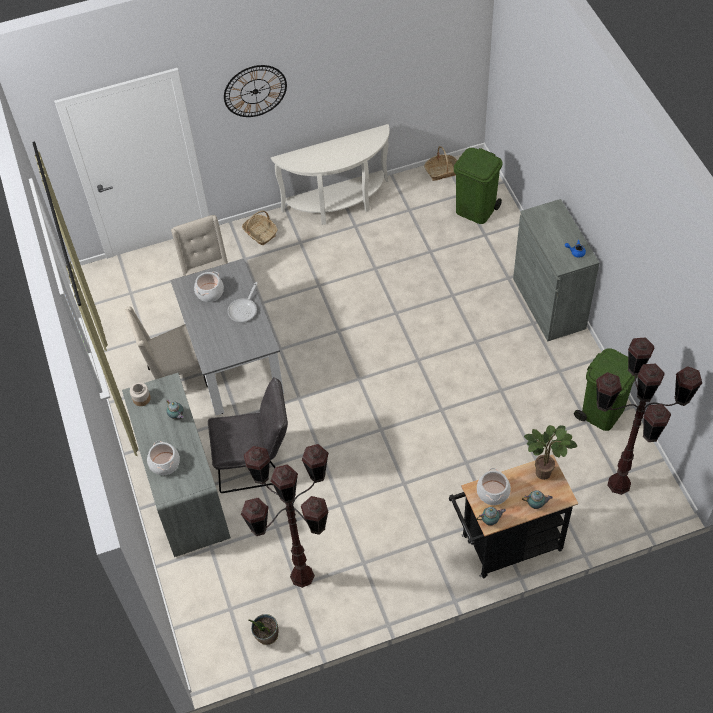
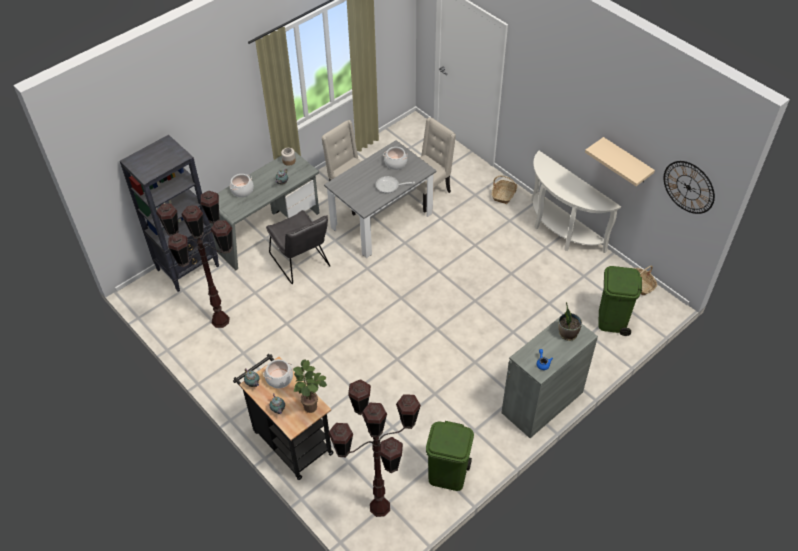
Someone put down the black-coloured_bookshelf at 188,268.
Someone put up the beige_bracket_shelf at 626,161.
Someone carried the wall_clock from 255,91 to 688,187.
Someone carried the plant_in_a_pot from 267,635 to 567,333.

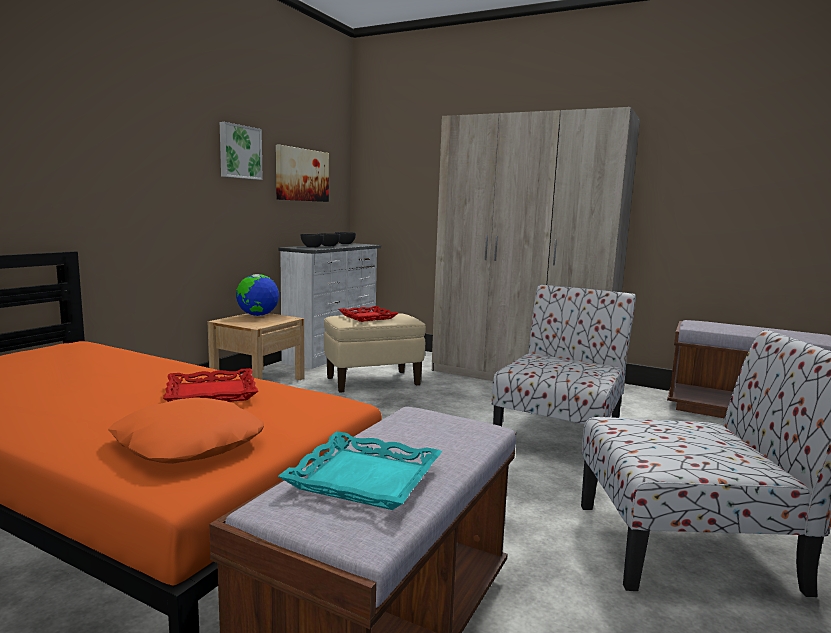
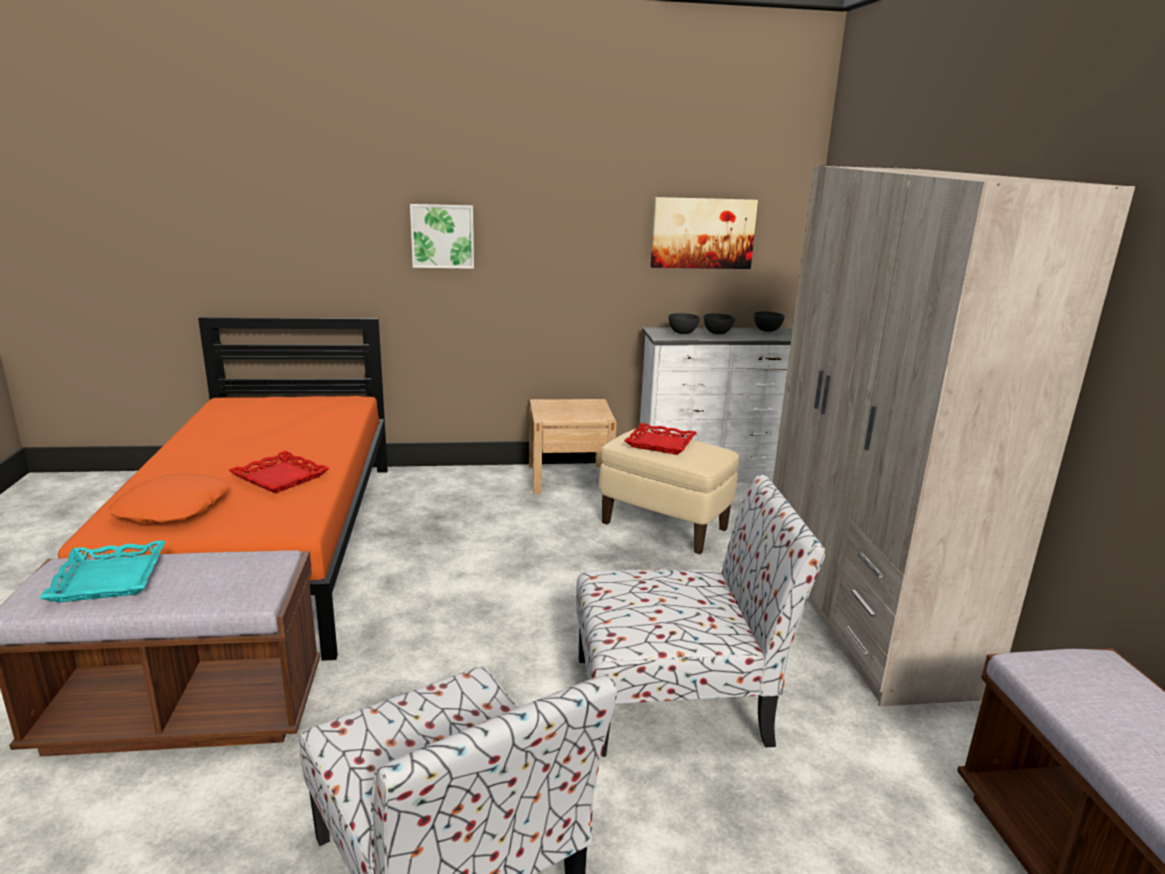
Someone took away the globe at 257,315.
Someone carried the picture from 239,152 to 442,236.

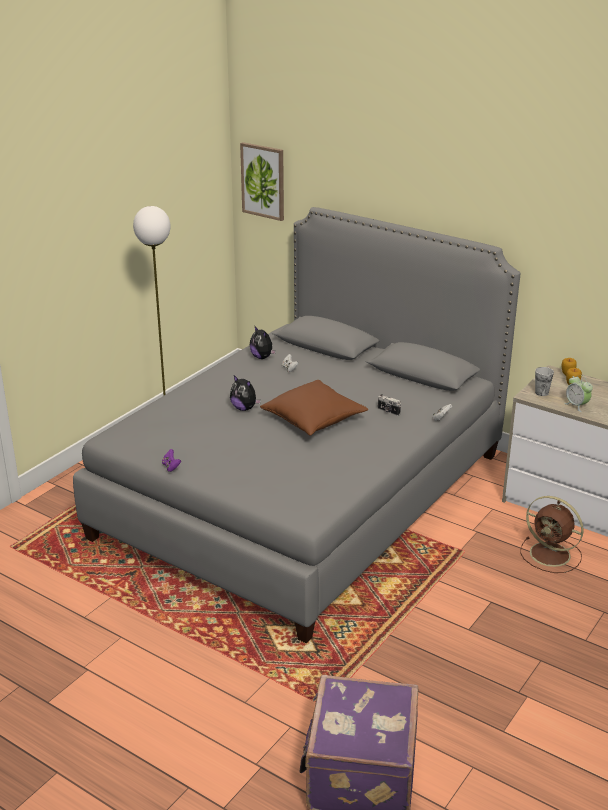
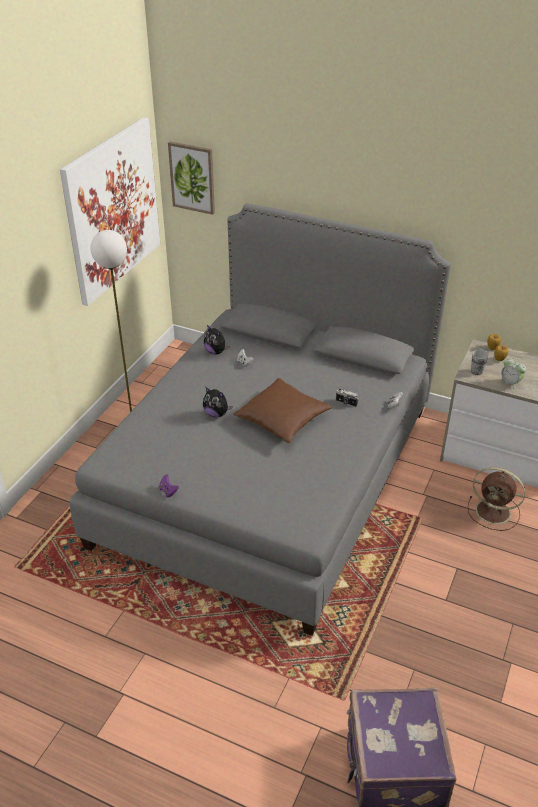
Someone put up the picture at 112,210.

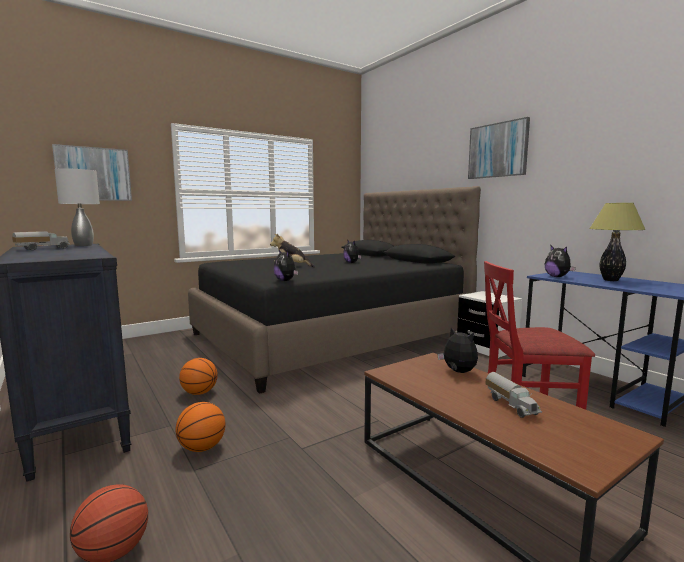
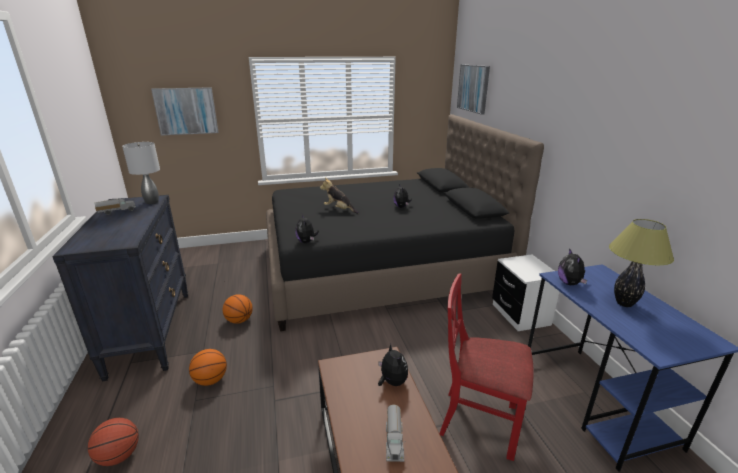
Someone carried the picture from 498,150 to 473,88.

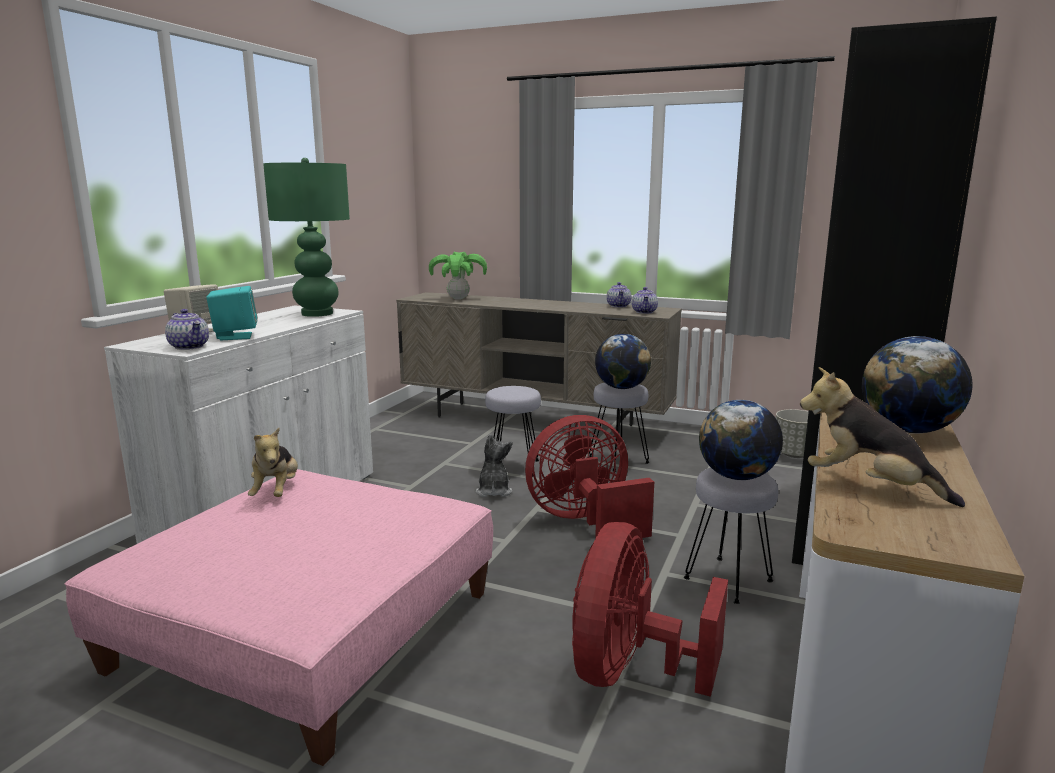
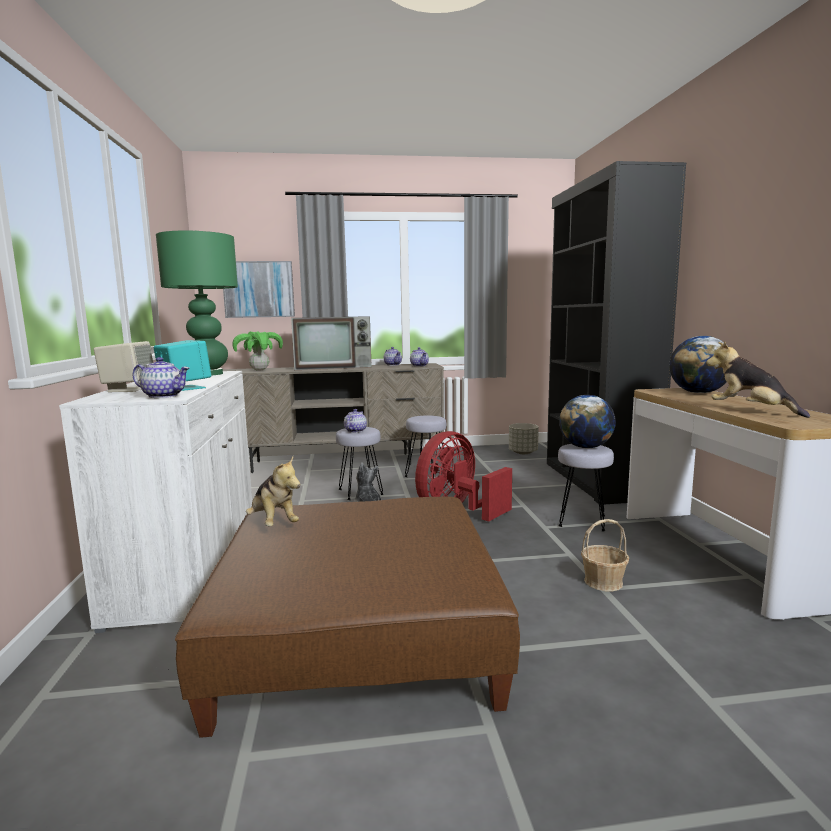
Someone took away the globe at 621,388.
Someone put up the picture at 258,289.
Someone put down the TV_set at 334,367.
Someone put down the tea_pot at 355,431.
Someone swapped the red-coloured_fan at 630,672 for the basket at 603,582.
Someone repainted the pinkish_footrest at 307,630, which became the brownish_footrest at 357,633.
Someone rotated the soft_toy at 869,487 by 45 degrees clockwise.

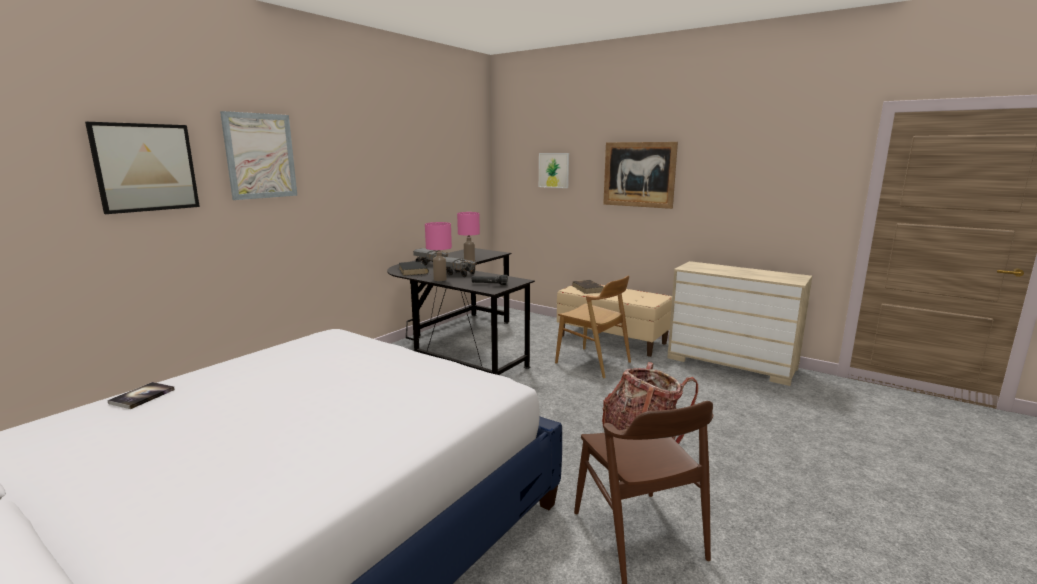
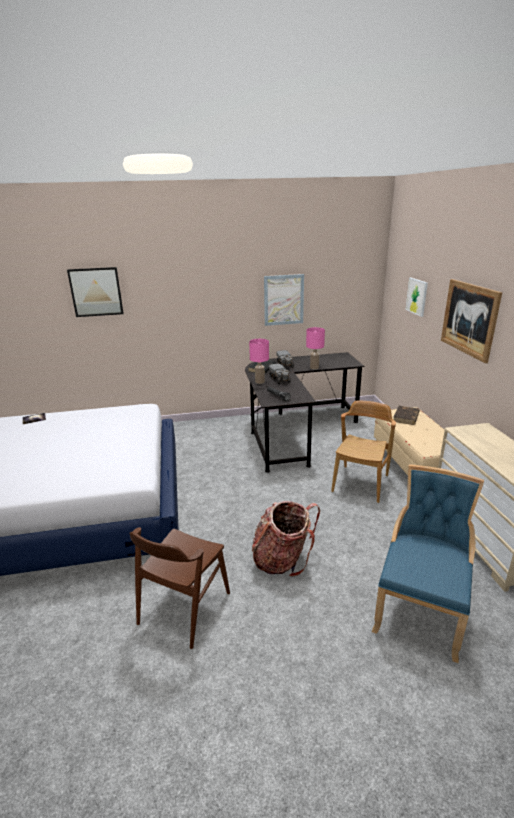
Someone put down the bluish_plain_chair at 420,610.
Someone carried the picture from 260,156 to 283,300.
Someone rotated the brownish_plain_chair at 593,362 by 150 degrees counterclockwise.

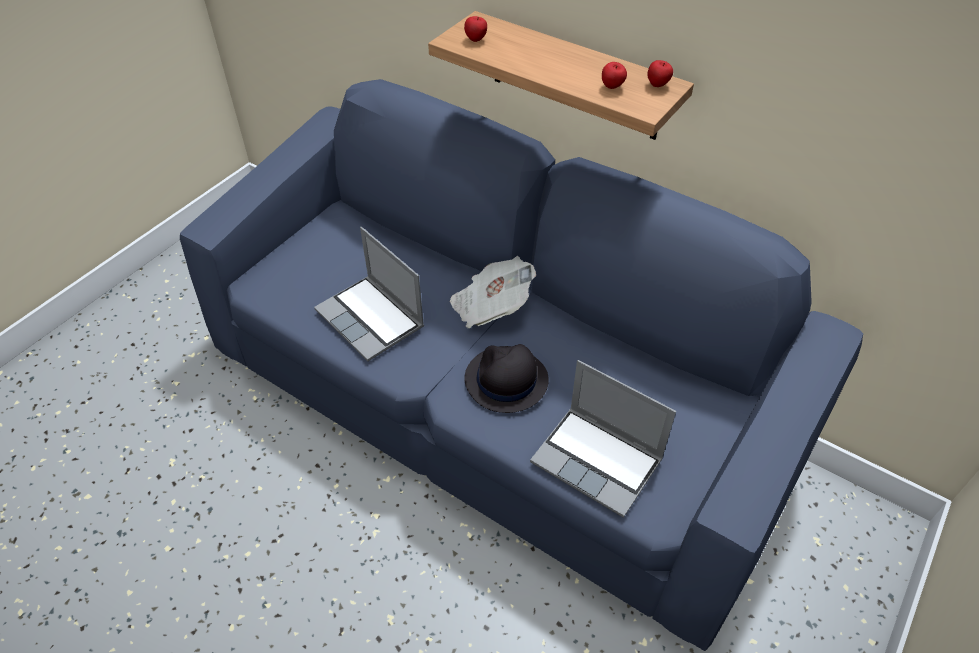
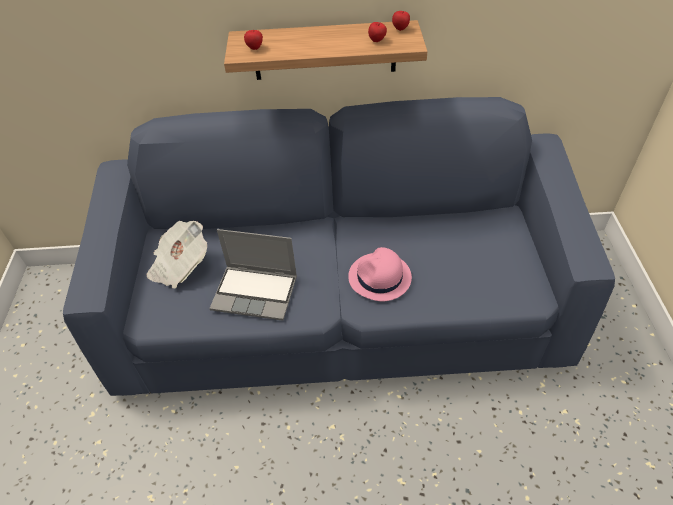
Someone took away the portable_computer at 598,461.
Someone carried the newspaper from 491,306 to 180,266.
Someone repainted the black-coloured_clothing_hat at 505,380, which became the pinkish_clothing_hat at 379,278.

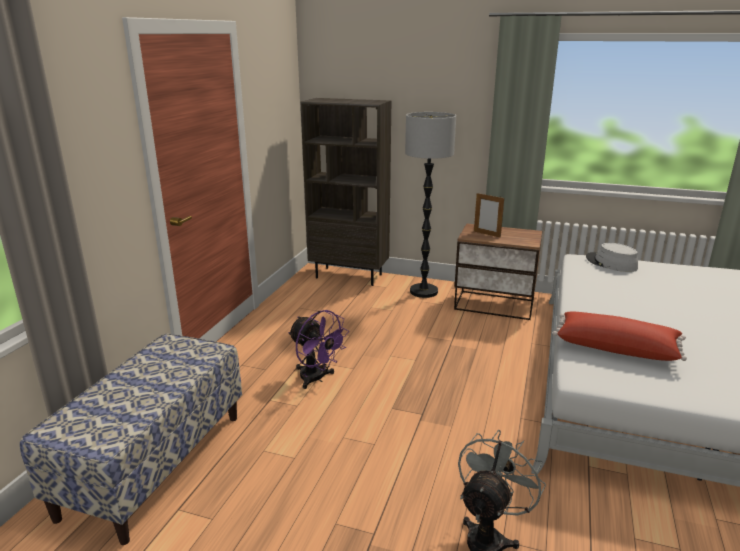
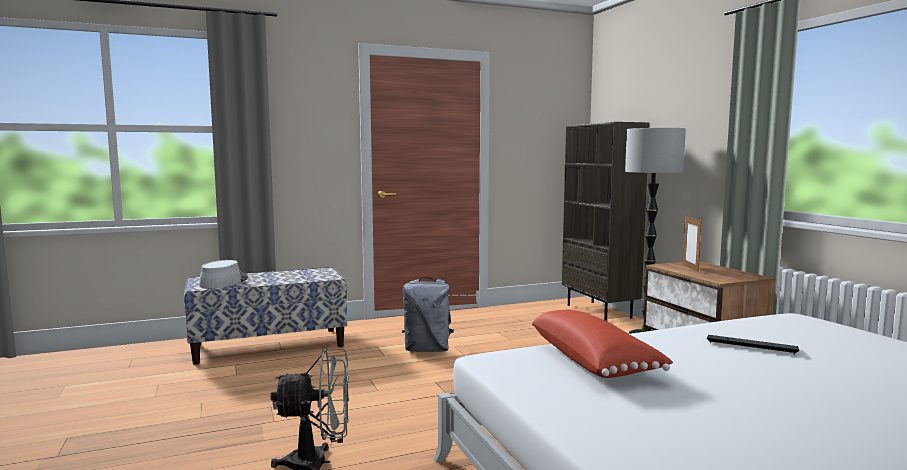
Someone put down the PC_keyboard at 751,345.
Someone carried the grey_clothing_hat from 611,263 to 223,282.
Someone swapped the purple-coloured_fan at 316,379 for the grey_backpack at 427,349.

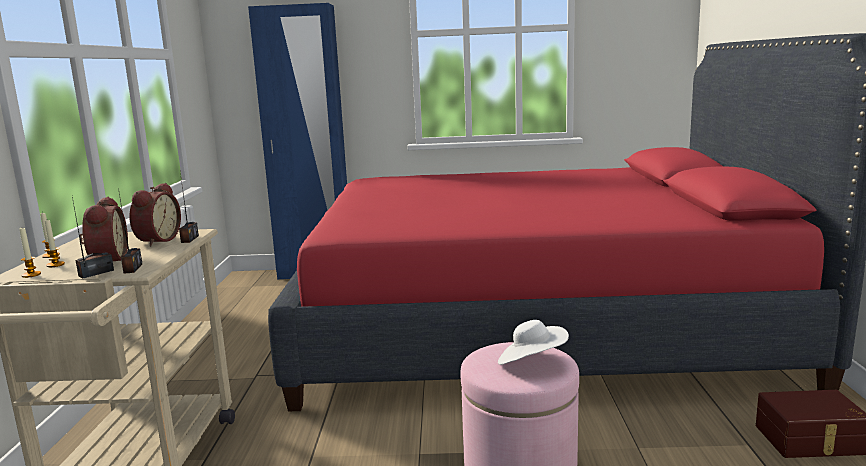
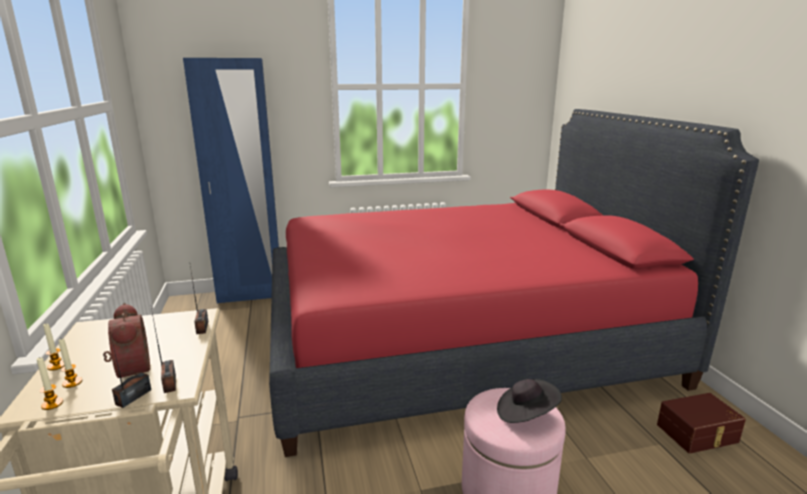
Someone took away the bedside_clock at 156,240.
Someone repainted the white_clothing_hat at 531,362, which became the black-coloured_clothing_hat at 525,414.

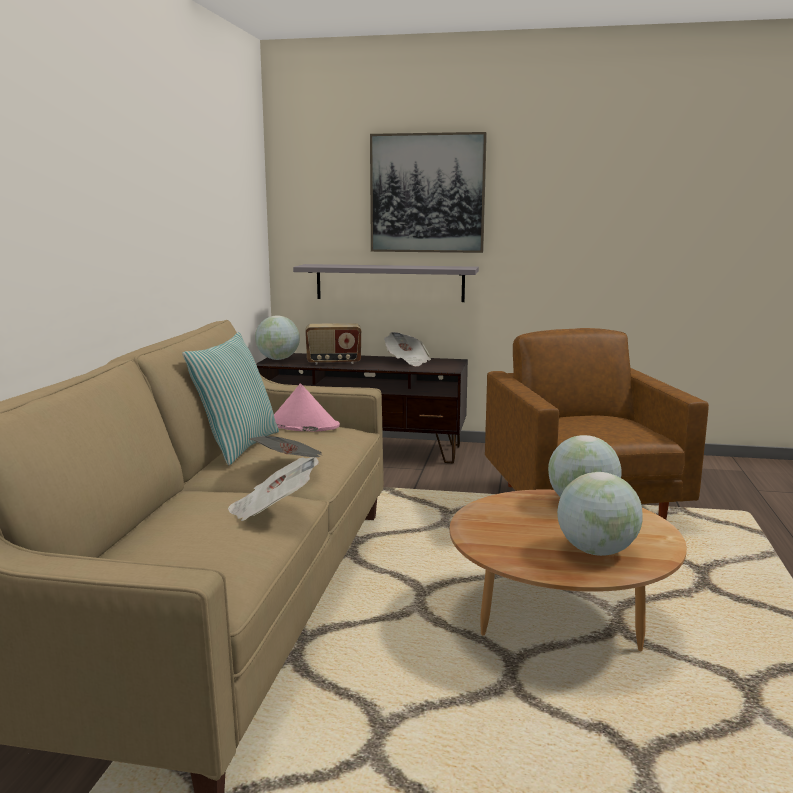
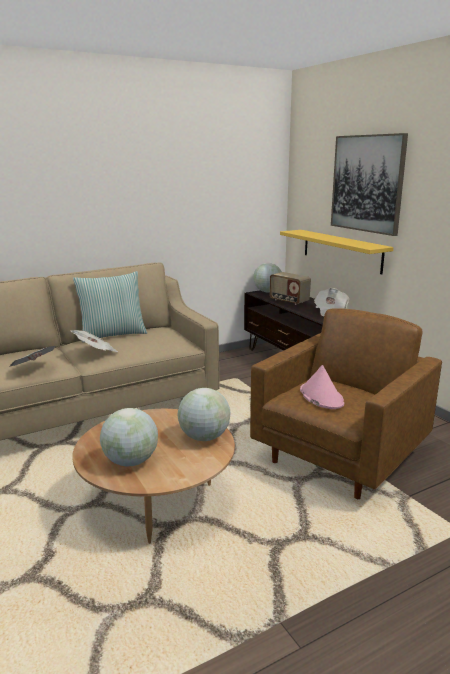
Someone carried the pinkish_clothing_hat from 302,425 to 321,396.
Someone repainted the grey_bracket_shelf at 389,282, which became the yellow-coloured_bracket_shelf at 341,250.

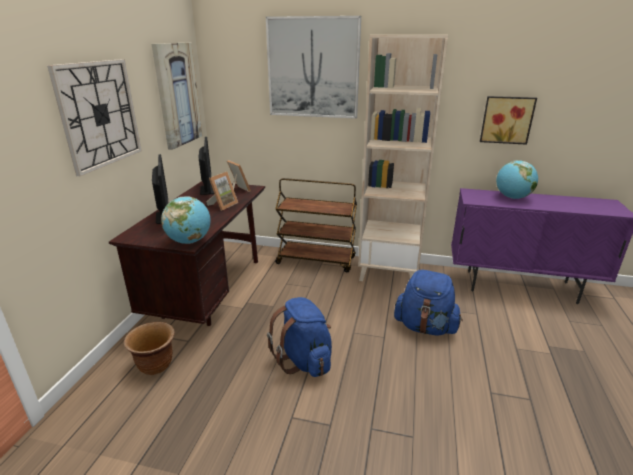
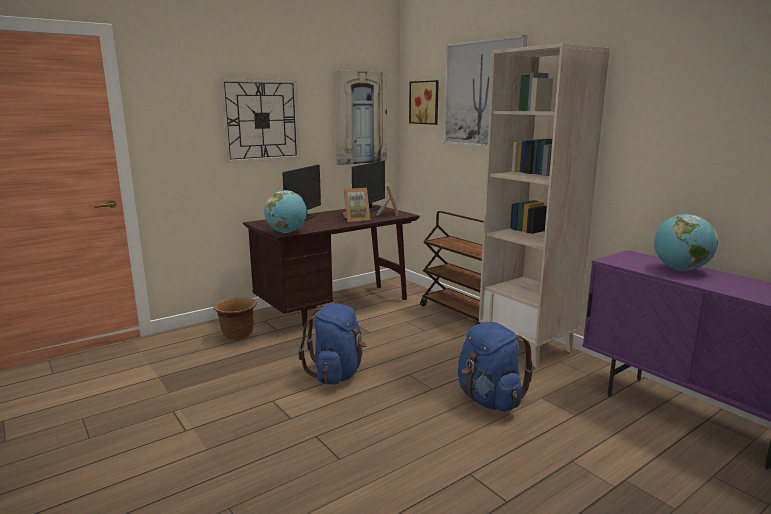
Someone carried the picture from 506,119 to 425,102.

